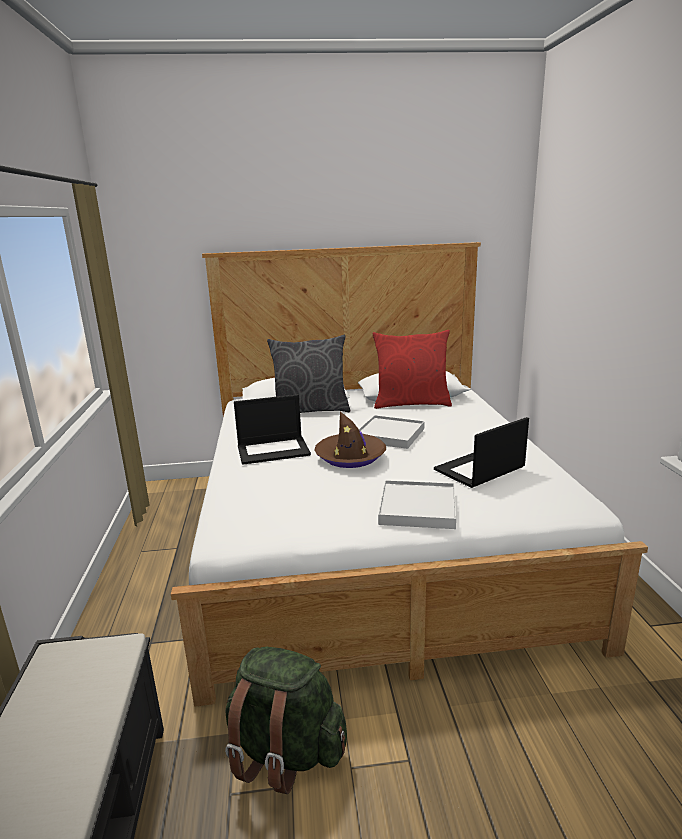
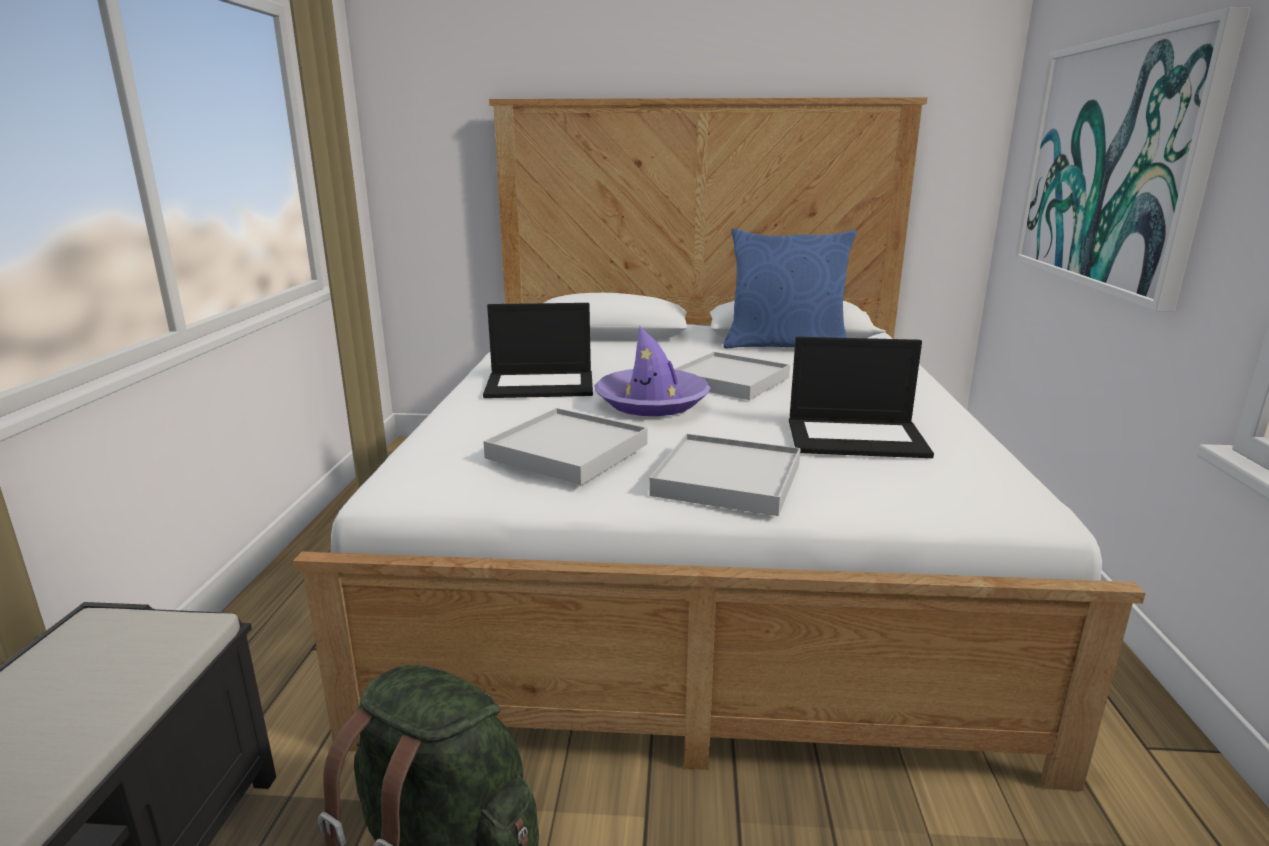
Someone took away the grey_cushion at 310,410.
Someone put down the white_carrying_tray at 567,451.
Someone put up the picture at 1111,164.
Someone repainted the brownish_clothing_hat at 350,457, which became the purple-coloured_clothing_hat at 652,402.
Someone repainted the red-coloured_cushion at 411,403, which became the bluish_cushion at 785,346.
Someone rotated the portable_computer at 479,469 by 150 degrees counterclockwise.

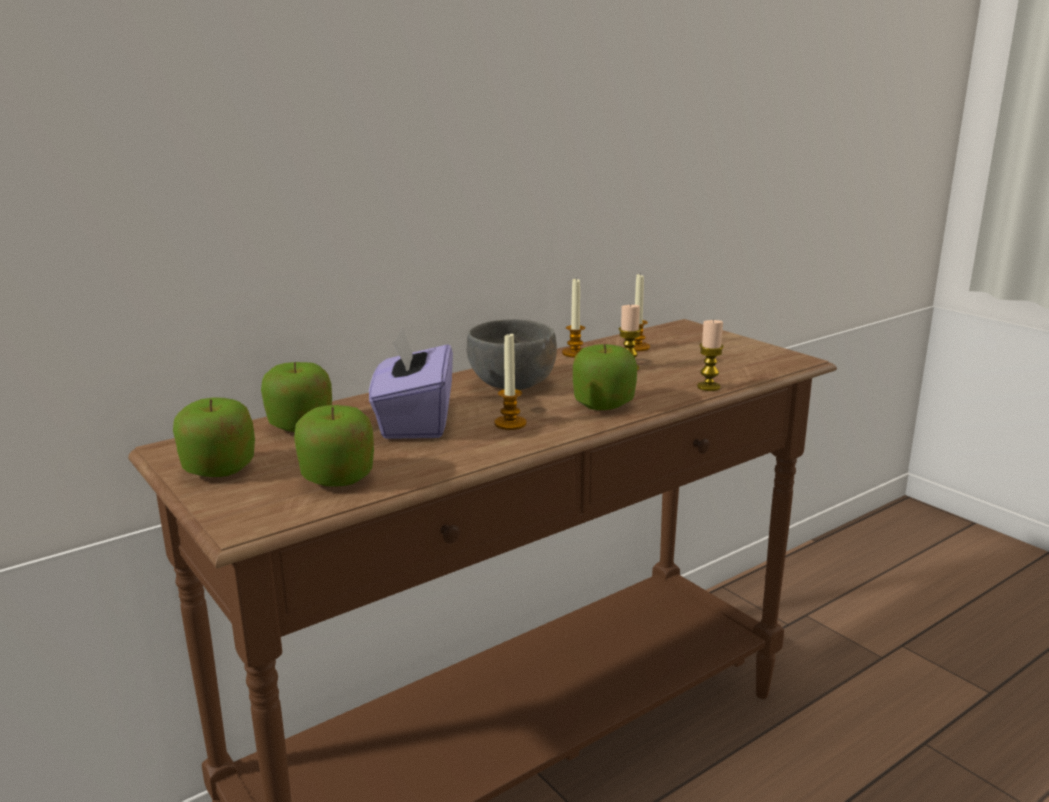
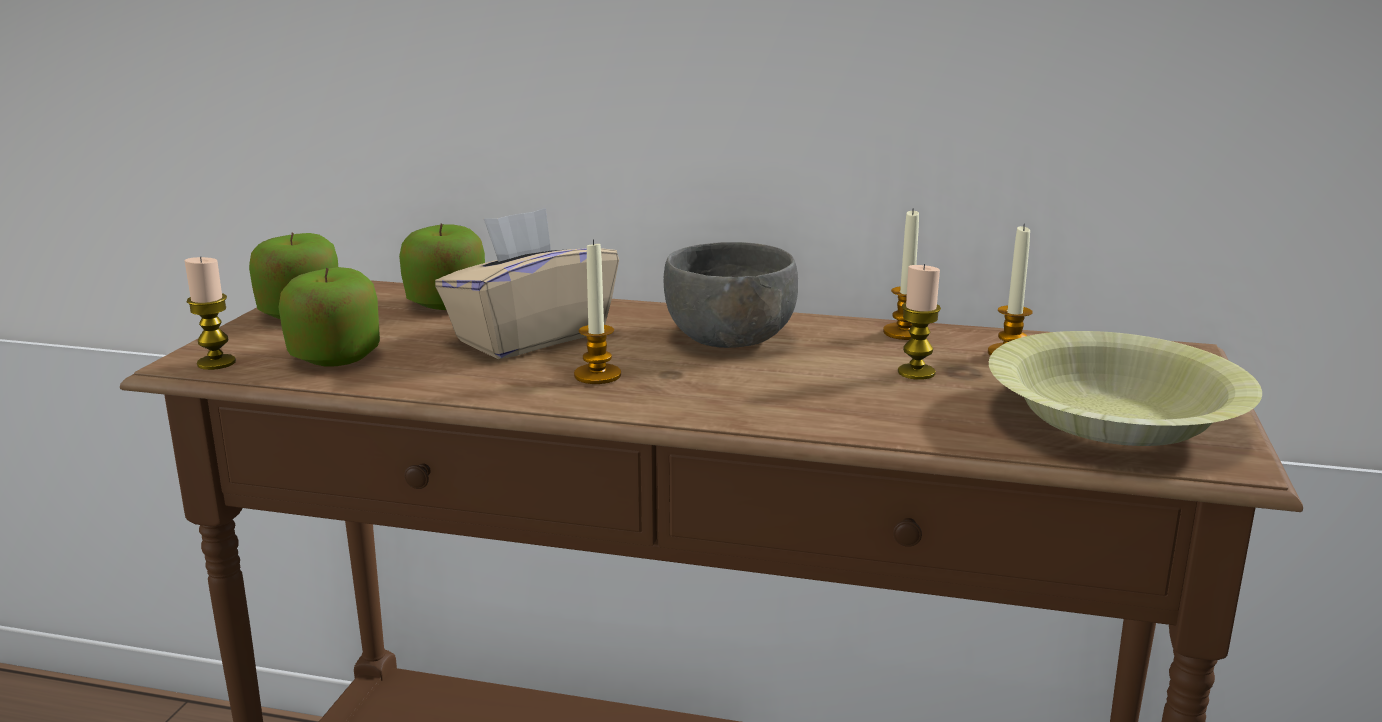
Someone took away the whole_apple at 604,404.
Someone put down the yellow-coloured_bowl at 1113,419.
Someone carried the wax_candle from 708,387 to 216,363.
Someone repainted the purple-coloured_tissue_holder at 414,422, which became the beige_tissue_holder at 530,337.

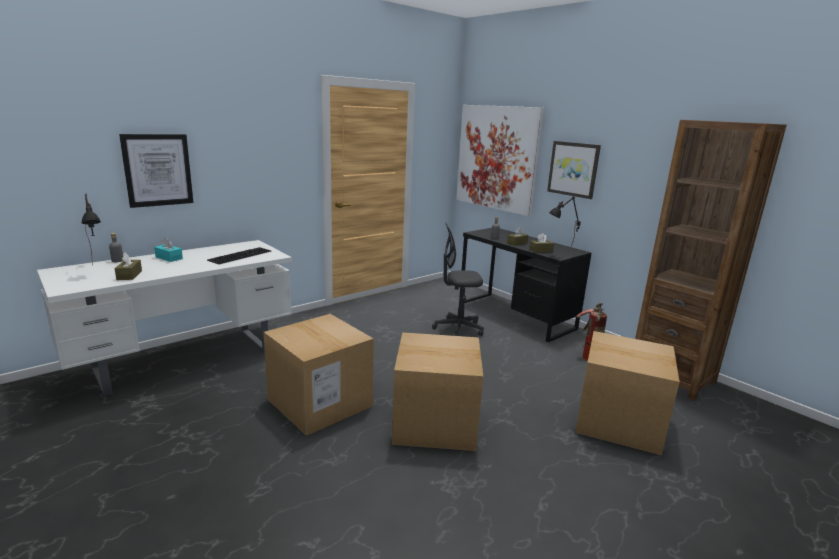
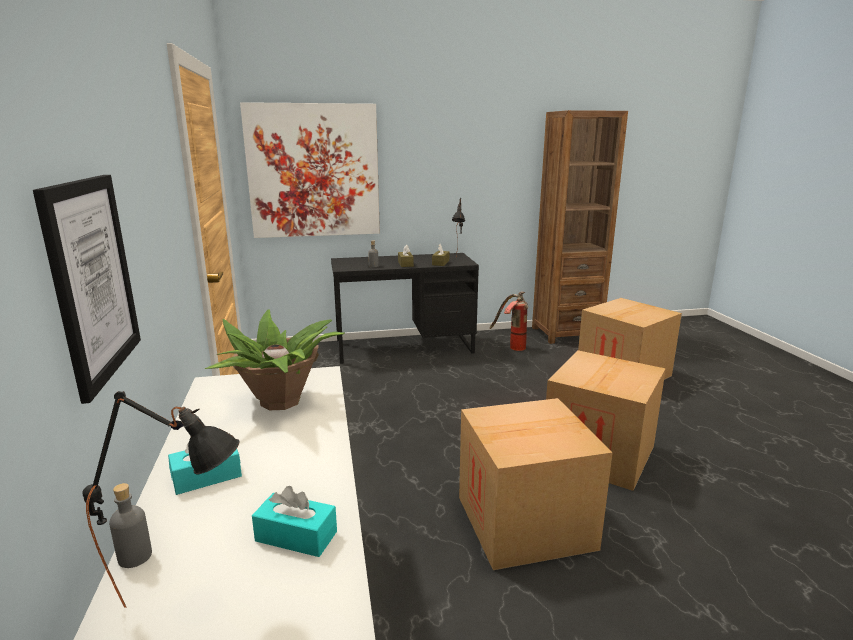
Someone took away the grey_office_chair at 458,329.
Someone took away the picture at 573,169.
Someone swapped the PC_keyboard at 240,255 for the plant_in_a_pot at 281,402.
Someone repainted the brownish_tissue_holder at 129,275, which became the turquoise_tissue_holder at 296,536.

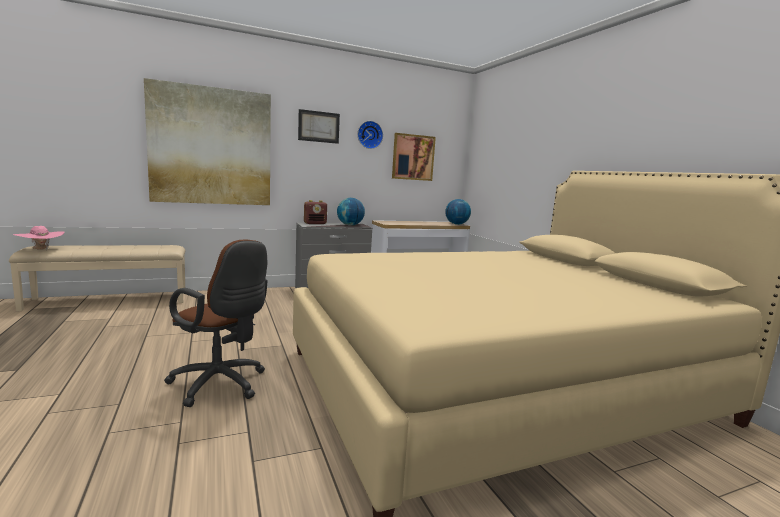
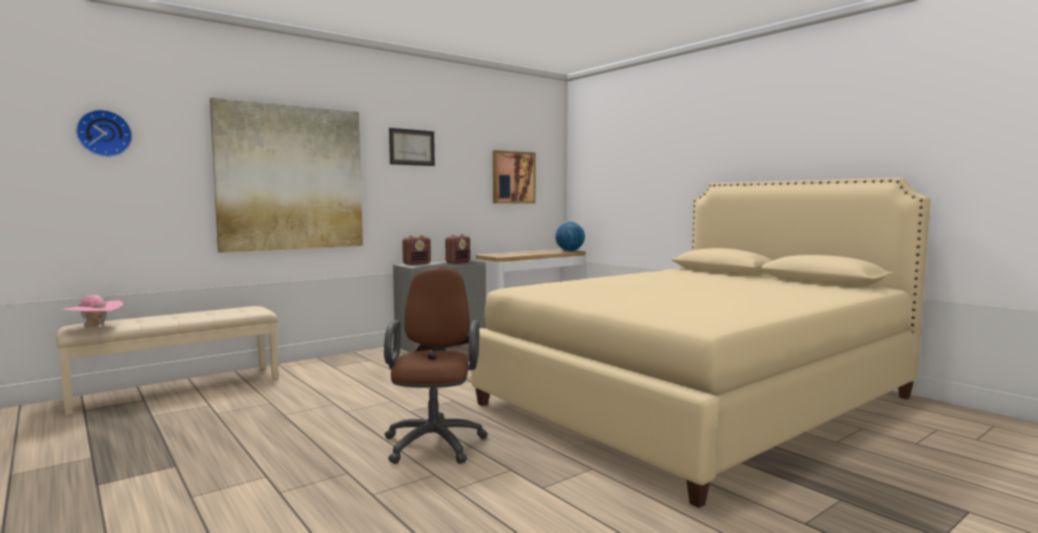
Someone carried the wall_clock from 369,135 to 104,133.
Someone swapped the globe at 350,225 for the radio_set at 458,262.
Someone rotated the brownish_office_chair at 221,385 by 105 degrees counterclockwise.

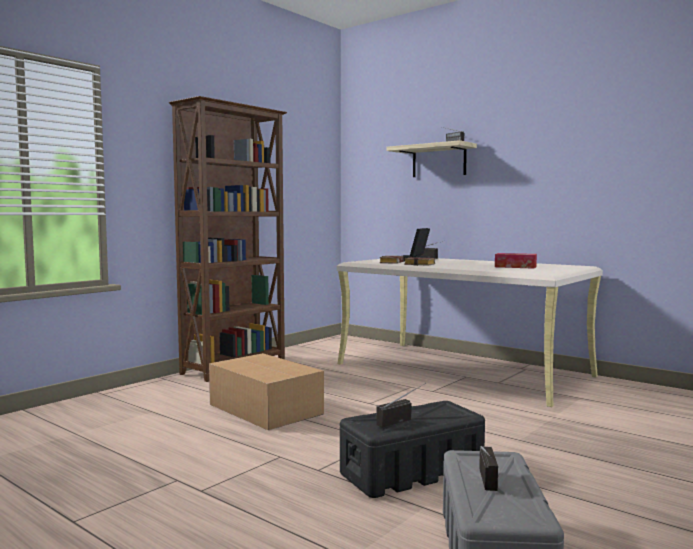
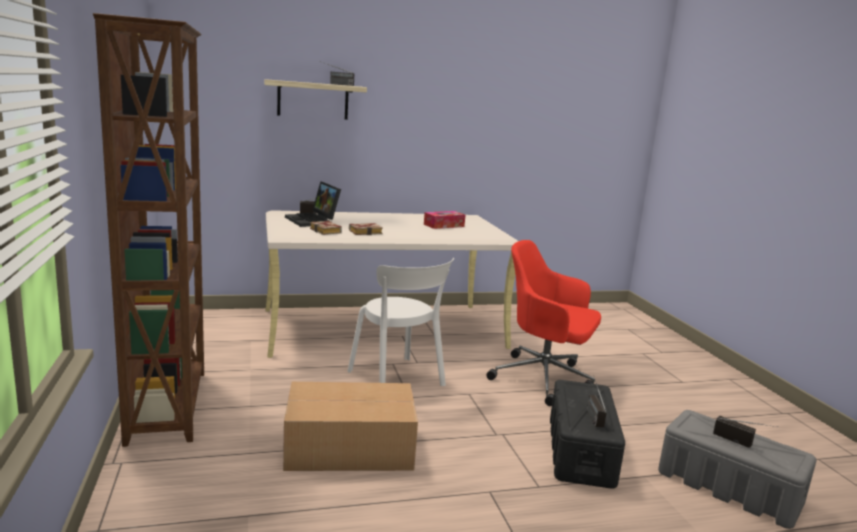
Someone put down the white_plain_chair at 398,380.
Someone put down the red-coloured_office_chair at 544,379.

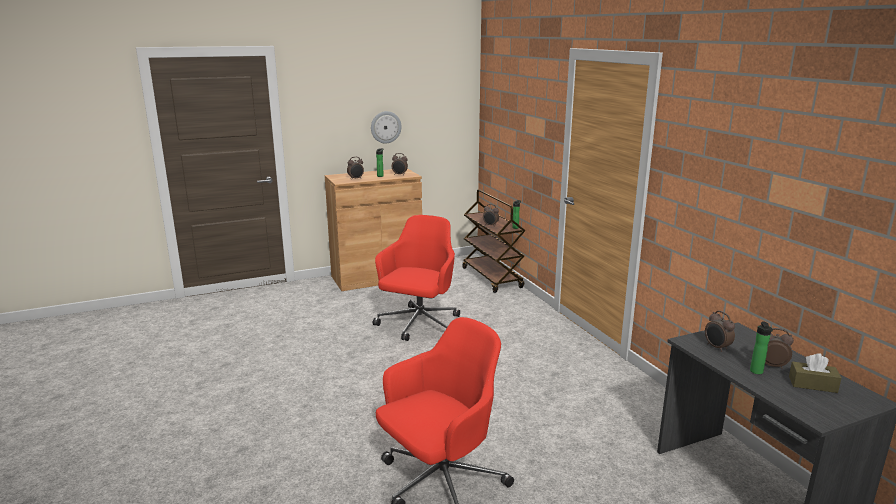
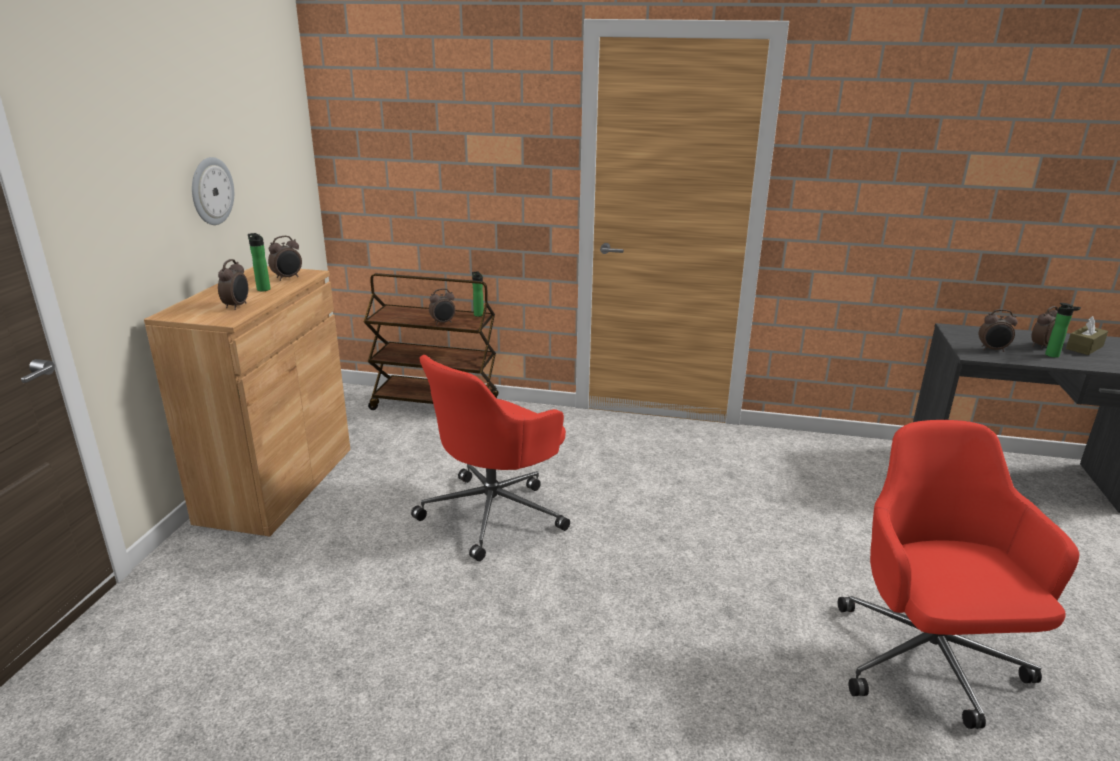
Someone rotated the red-coloured_office_chair at 418,325 by 105 degrees counterclockwise.

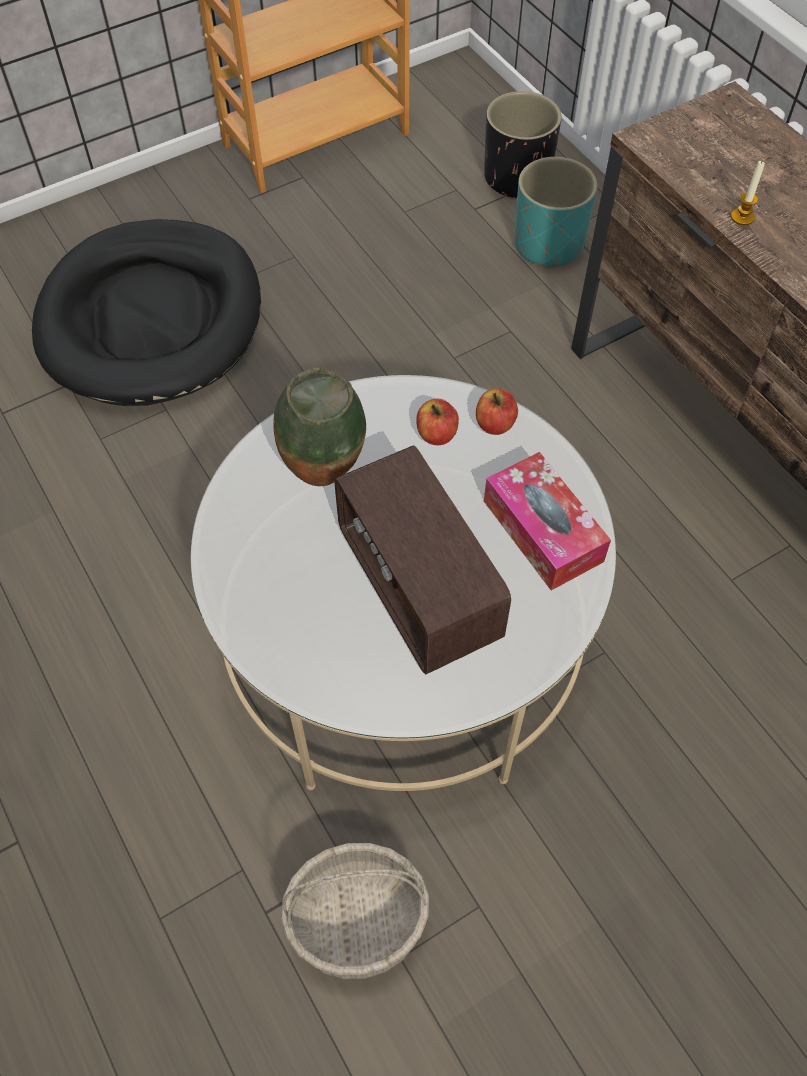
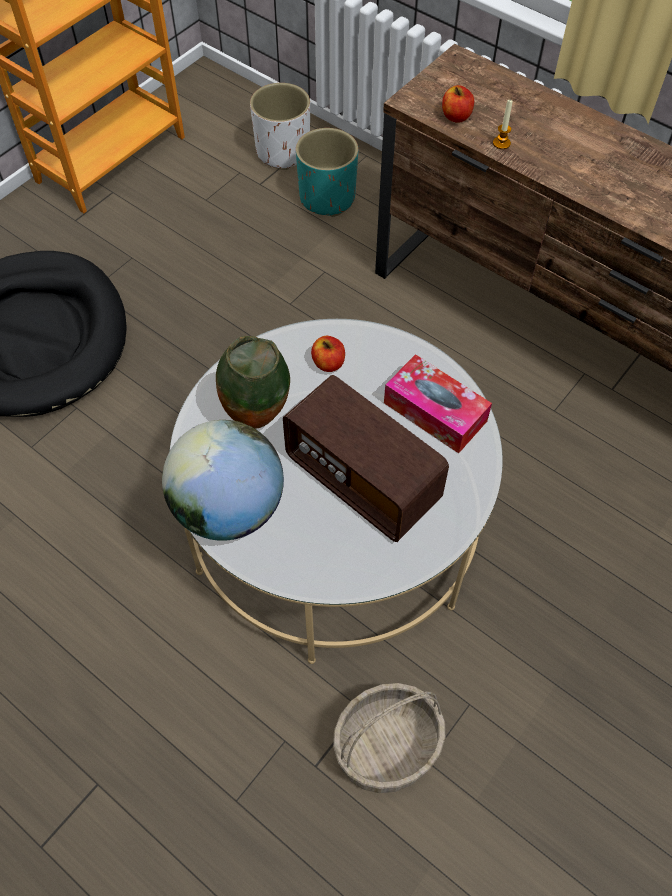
Someone put down the globe at 228,508.
Someone carried the whole_apple from 495,424 to 456,116.
Someone repainted the black-coloured_flower_pot at 516,178, which became the white_flower_pot at 283,152.

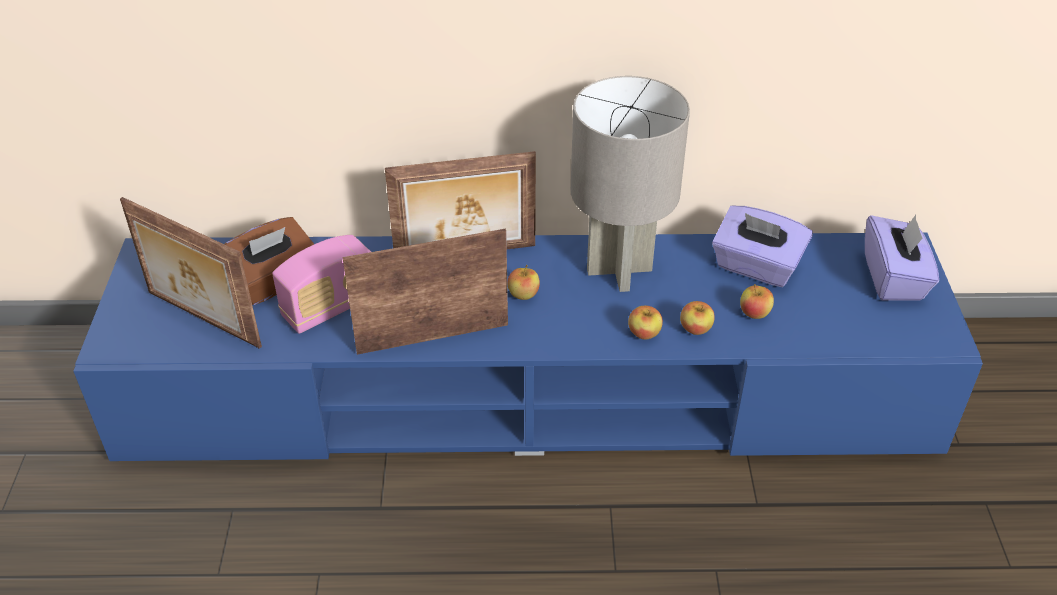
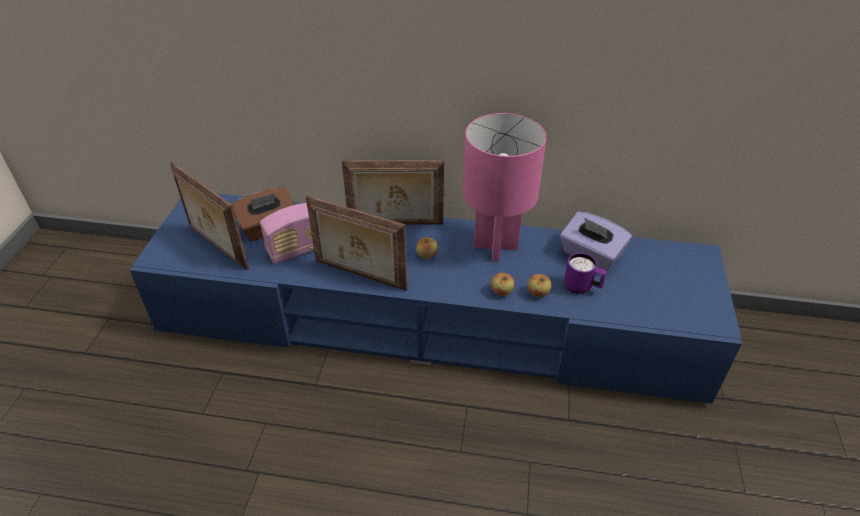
Someone took away the purple-coloured_tissue_holder at 894,278.
Someone swapped the whole_apple at 754,314 for the purple-coloured_tea_mug at 582,287.
Someone repainted the grey_table_lamp at 618,271, which became the pinkish_table_lamp at 494,247.
Someone rotated the picture_frame at 432,336 by 150 degrees counterclockwise.

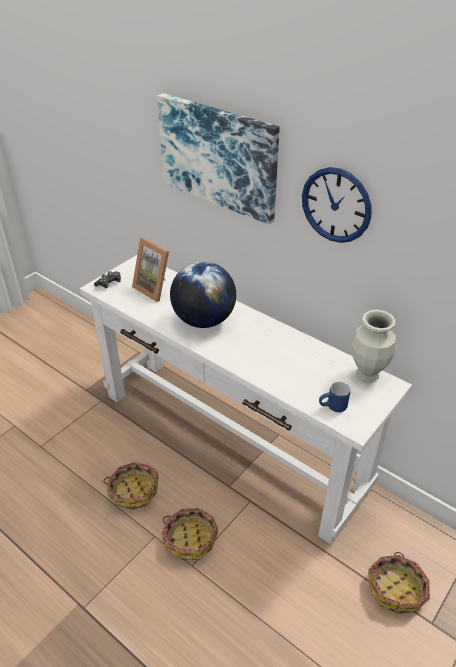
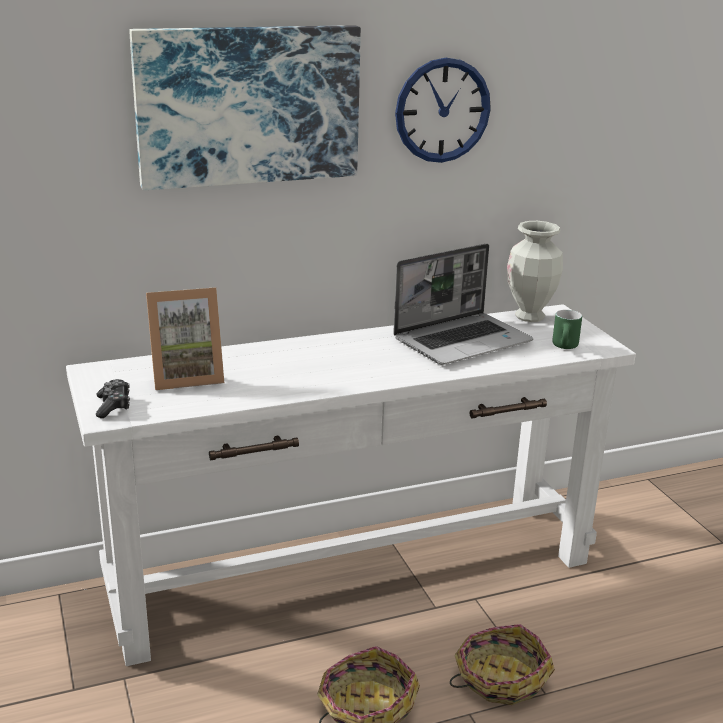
Someone took away the globe at 204,320.
Someone took away the basket at 397,589.
Someone put down the portable_computer at 463,341.
Someone repainted the bluish_tea_mug at 333,408, which became the green_tea_mug at 566,348.

